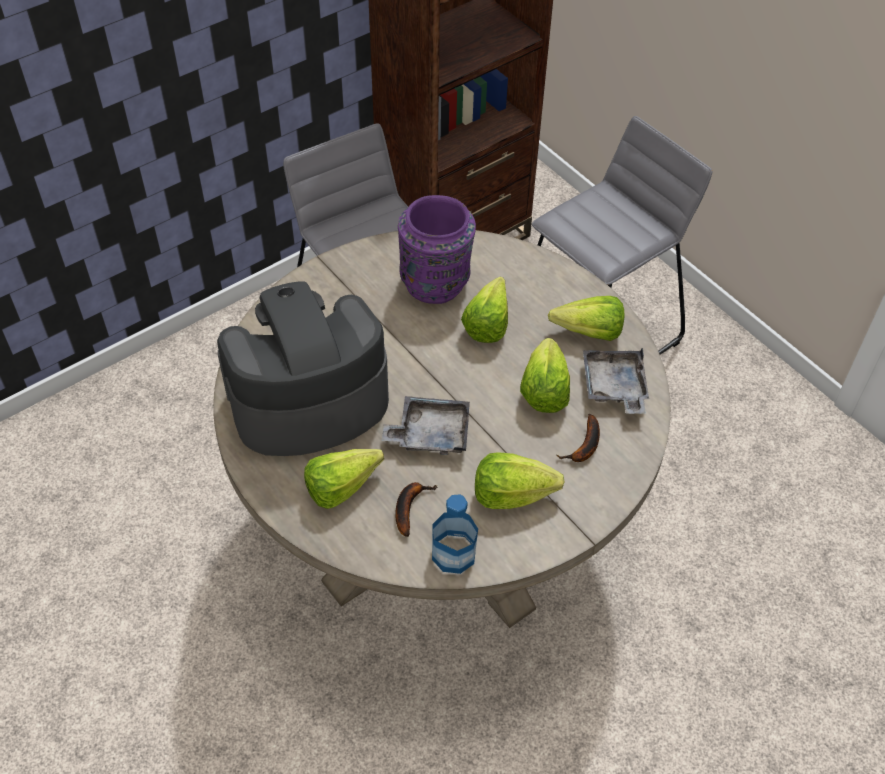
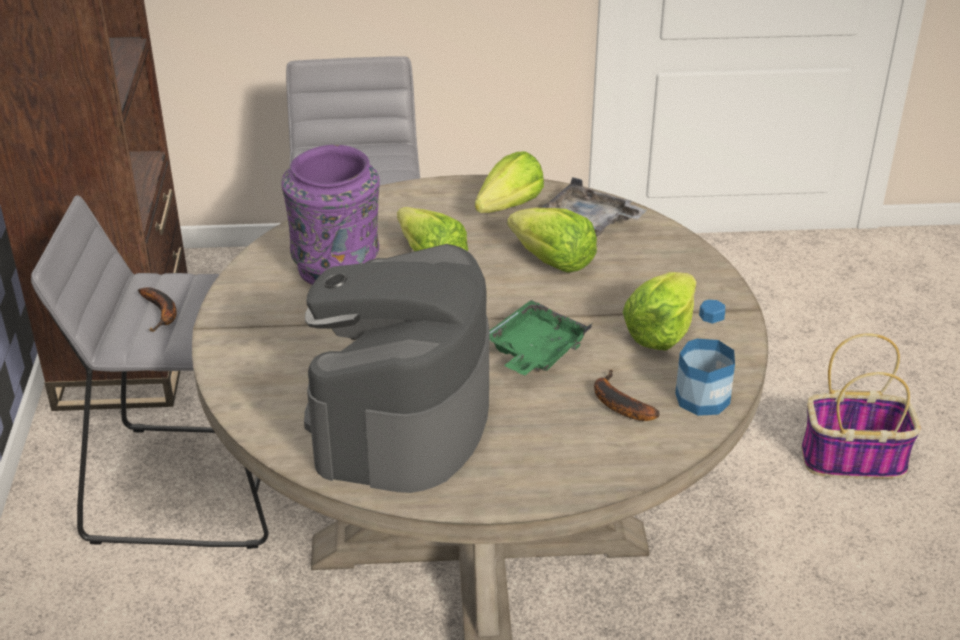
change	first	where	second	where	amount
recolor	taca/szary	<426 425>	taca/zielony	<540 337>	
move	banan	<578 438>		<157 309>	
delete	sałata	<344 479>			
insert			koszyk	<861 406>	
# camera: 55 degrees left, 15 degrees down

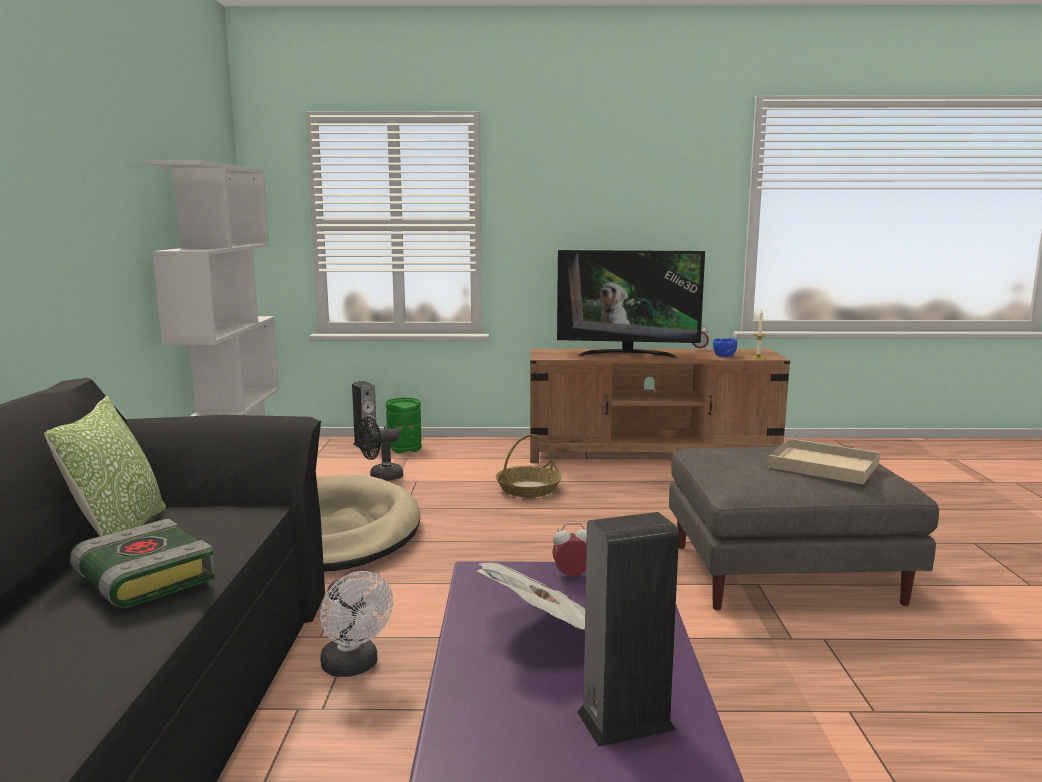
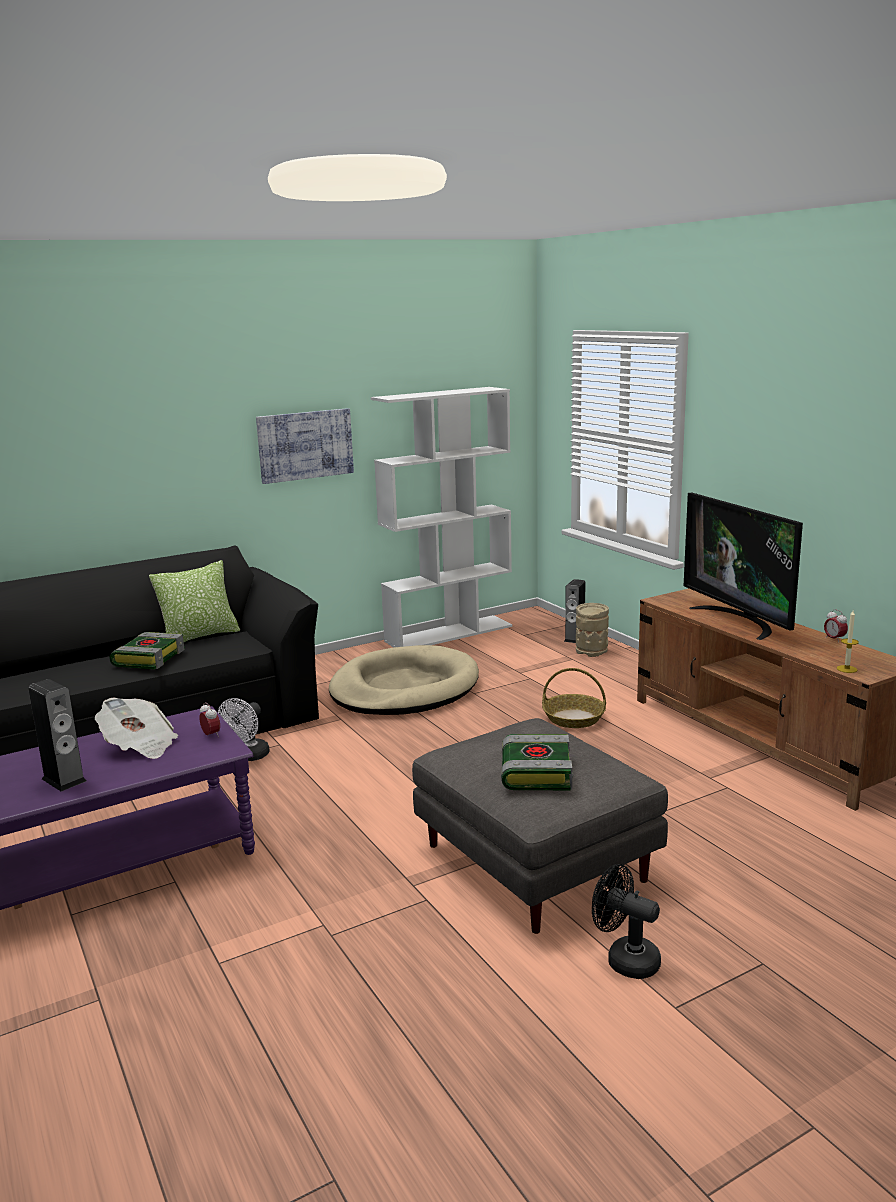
change	first	where	second	where	amount
delete	miska/niebieski	<725 347>			
recolor	wazon/zielony	<404 425>	wazon/beżowy	<592 630>	
move	wentylator/czarny	<380 448>		<626 921>	
replace	taca/beżowy	<824 461>	książka	<537 762>	
insert			obraz	<305 446>	
# camera: 60 degrees right, 5 degrees up

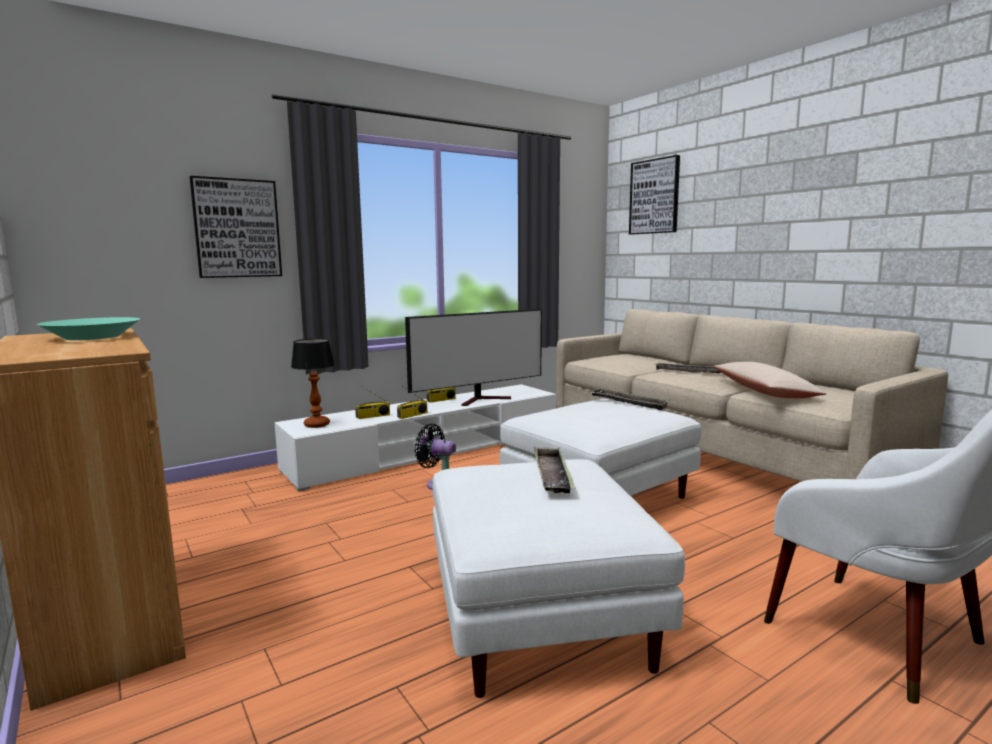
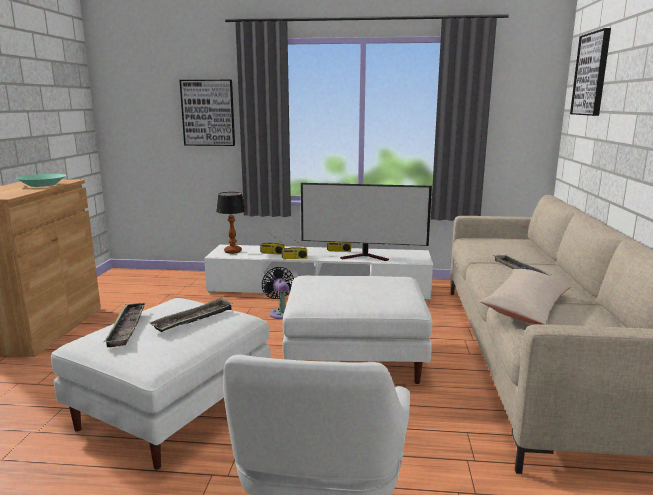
change	first	where	second	where	amount
move	taca	<630 399>		<125 324>	
# camera: 40 degrees right, 5 degrees up

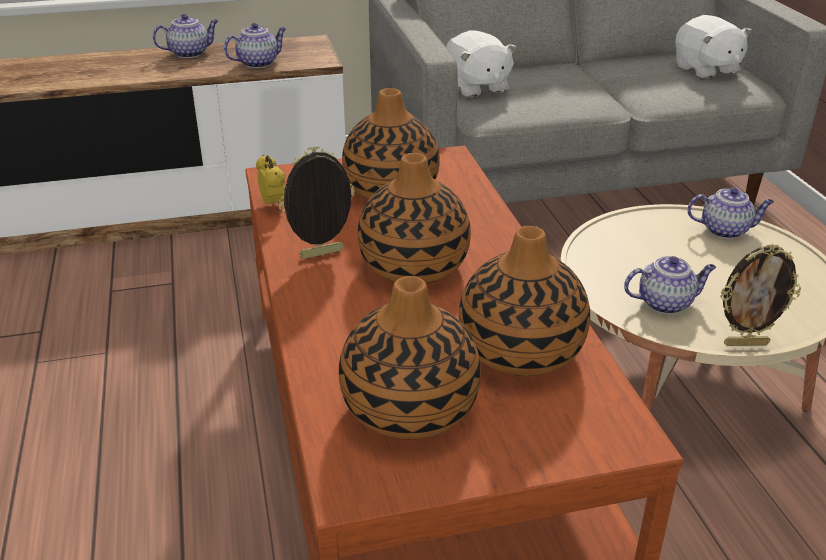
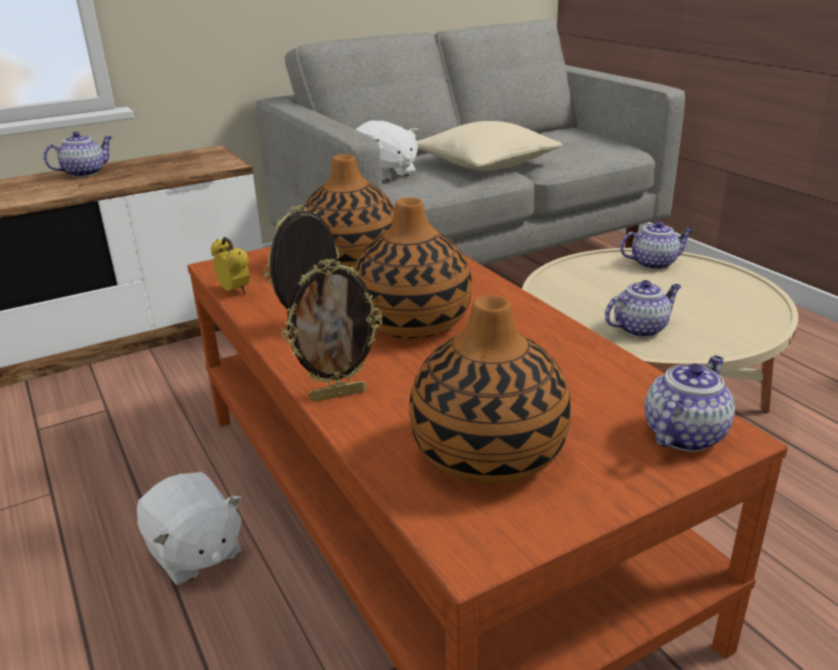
change	first	where	second	where	amount
move	pluszak/biały	<713 47>		<189 528>	
move	imbryk	<255 45>		<690 403>	
delete	wazon	<524 301>			
move	ramka na zdjęcie	<760 295>		<332 330>	
insert			poduszka/beżowy	<489 146>	
# camera: 15 degrees left, 5 degrees down

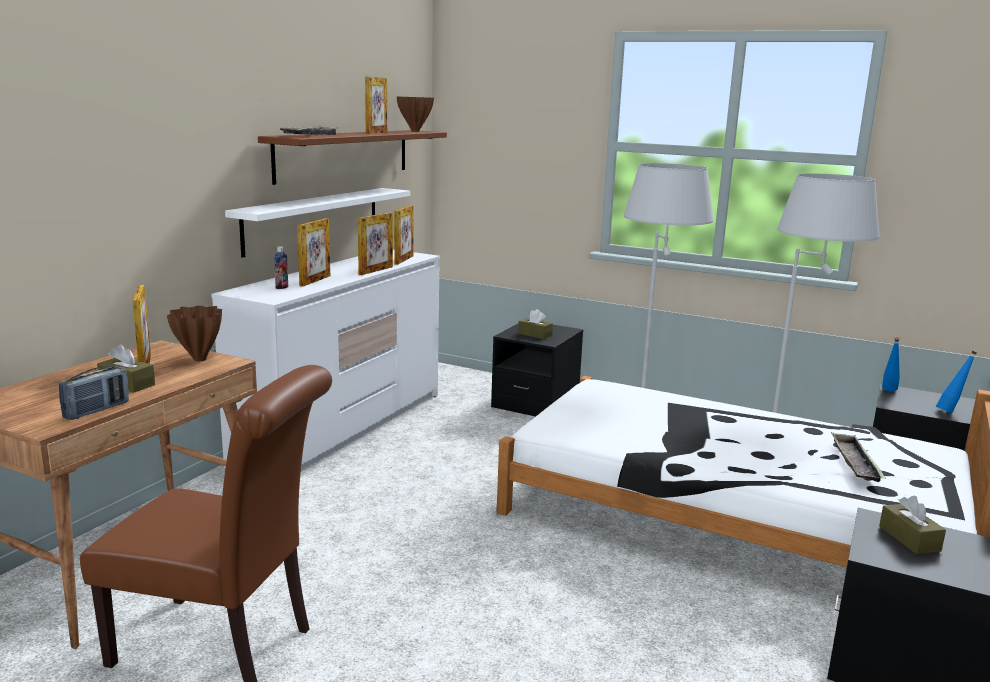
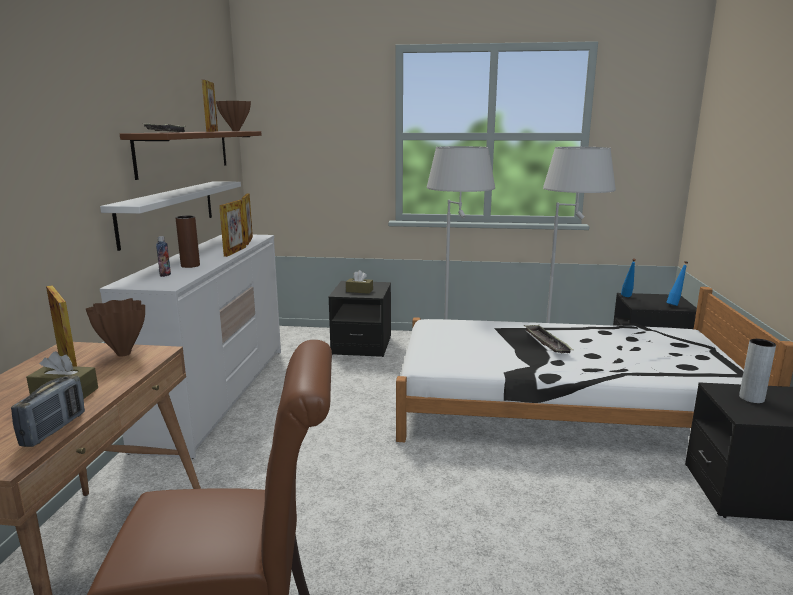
change	first	where	second	where	amount
replace	ramka na zdjęcie	<313 252>	wazon/brązowy	<188 241>	
move	taca	<858 457>		<548 339>	
replace	pudełko chusteczek/brązowy	<912 525>	wazon/szary	<757 371>	
# camera: 20 degrees left, 0 degrees up

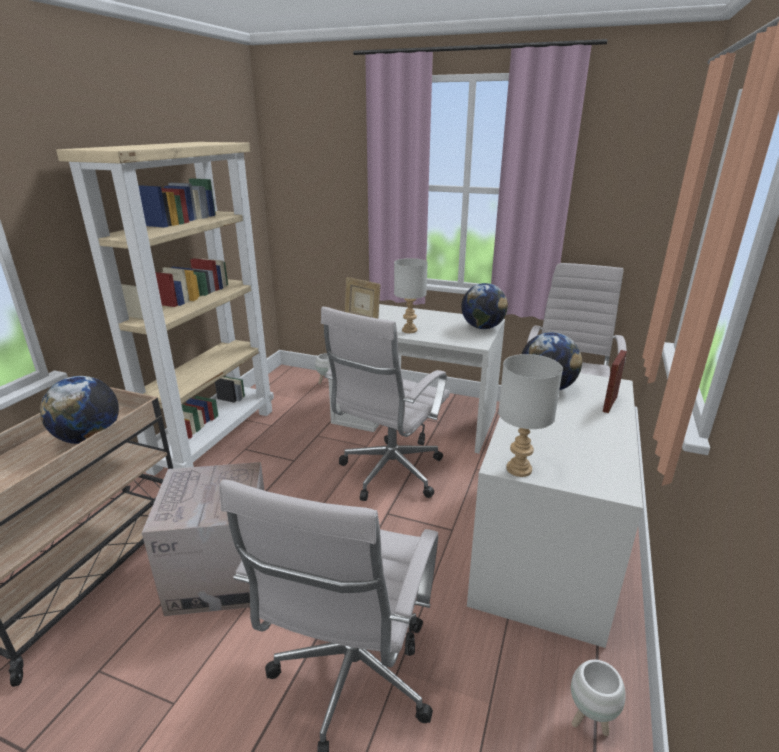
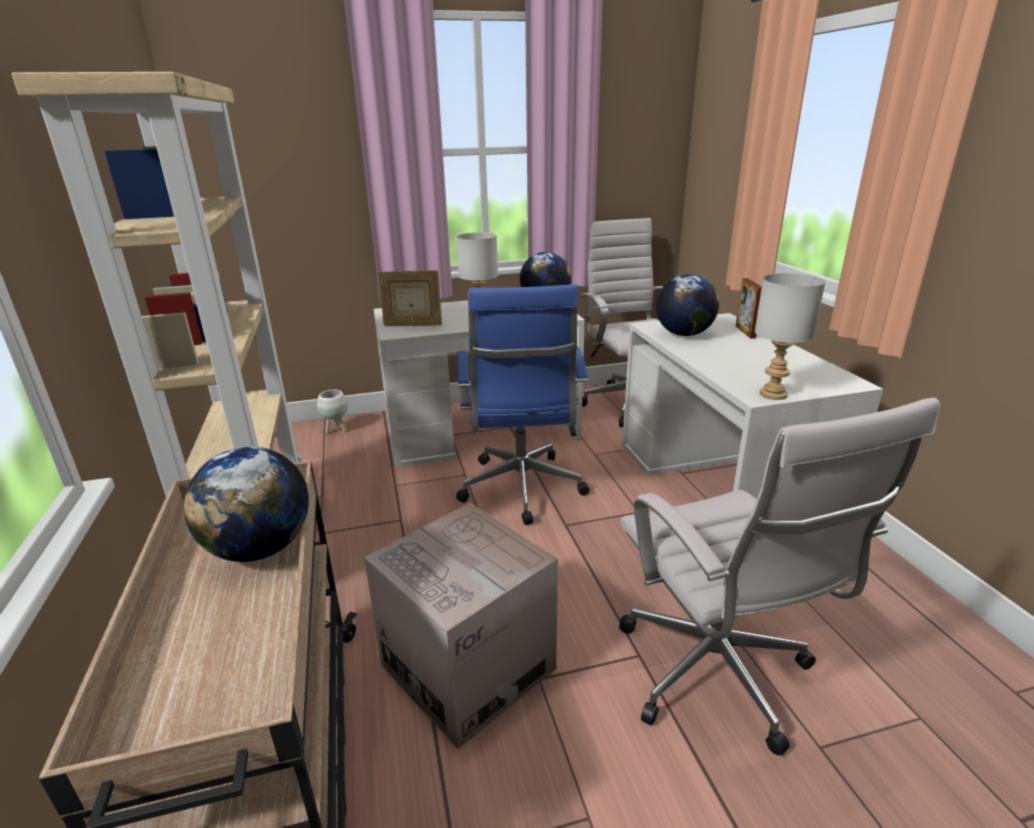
change	first	where	second	where	amount
recolor	krzesło biurowe/biały	<385 403>	krzesło biurowe/niebieski	<523 404>	
delete	donica/biały	<598 697>			
# camera: 35 degrees left, 0 degrees up

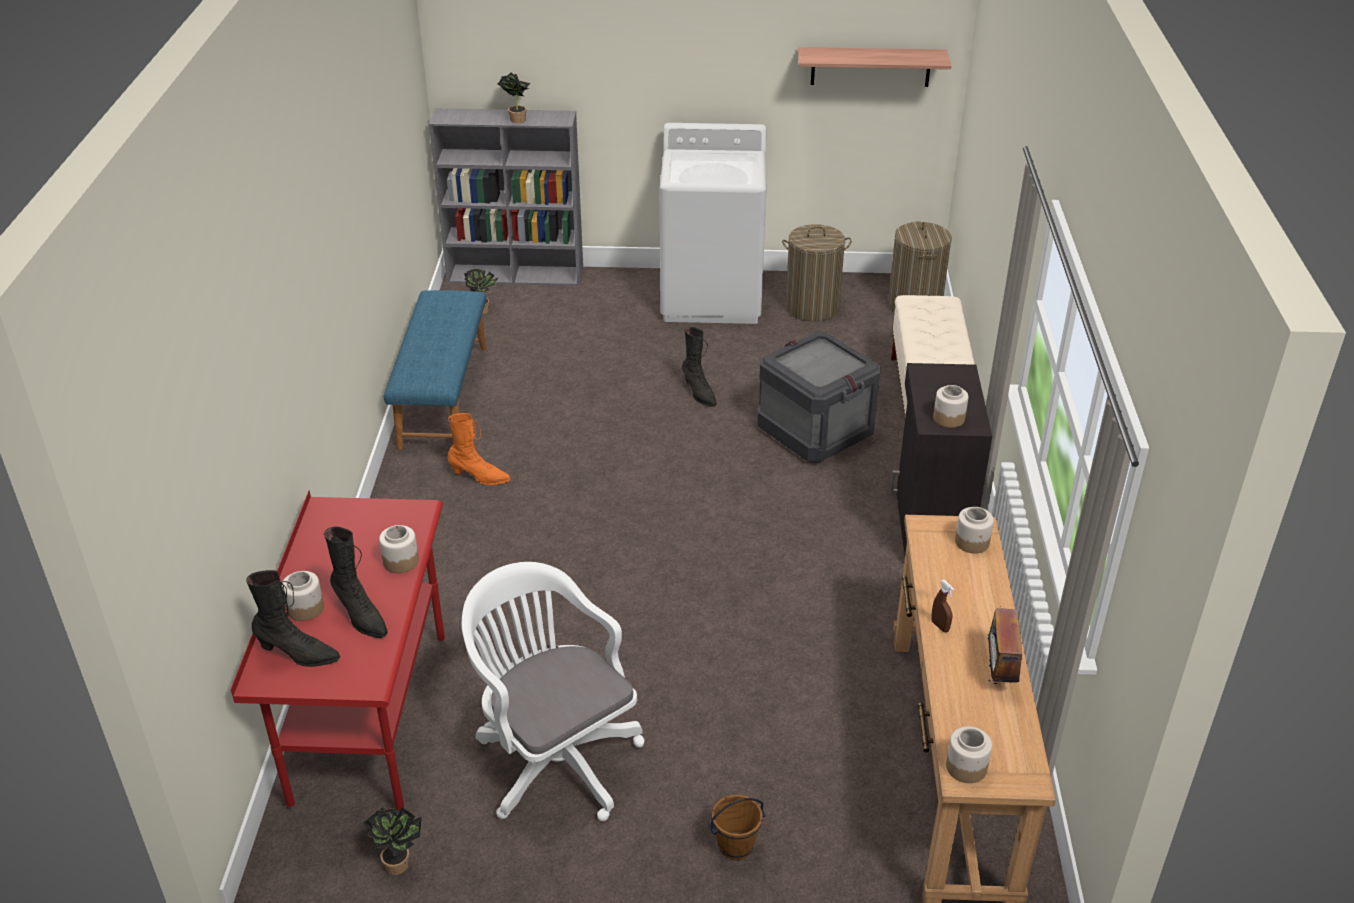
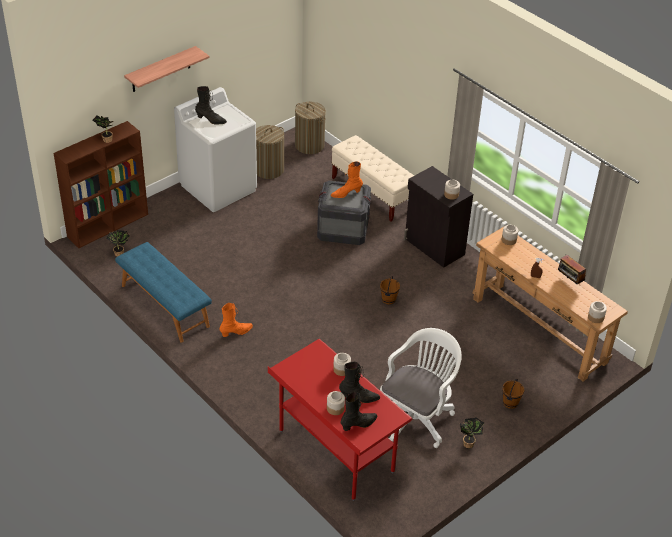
change	first	where	second	where	amount
move	półka	<874 67>		<167 69>	
recolor	regał/szary	<506 197>	regał/brązowy	<101 184>	
move	but z cholewką/czarny	<699 367>		<211 105>	
rotate	krzesło biurowe/biały	<553 691>		<420 388>	120 degrees clockwise
move	roślina doniczkowa	<392 841>		<472 432>	
insert			but z cholewką/pomarańczowy	<347 179>	
insert			wiadro/brązowy	<390 290>	
# camera: 45 degrees left, 5 degrees up

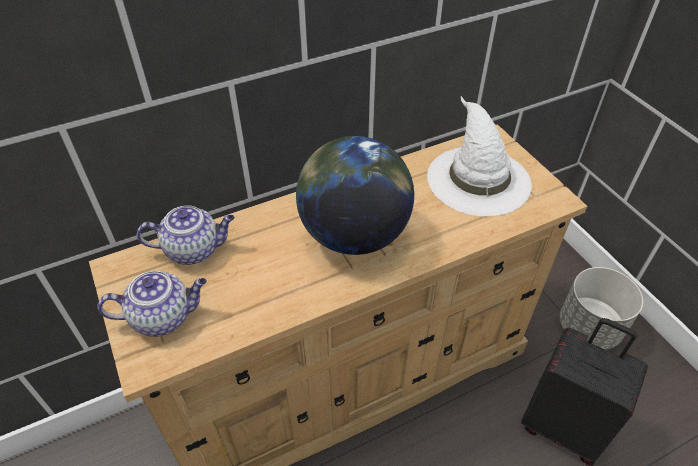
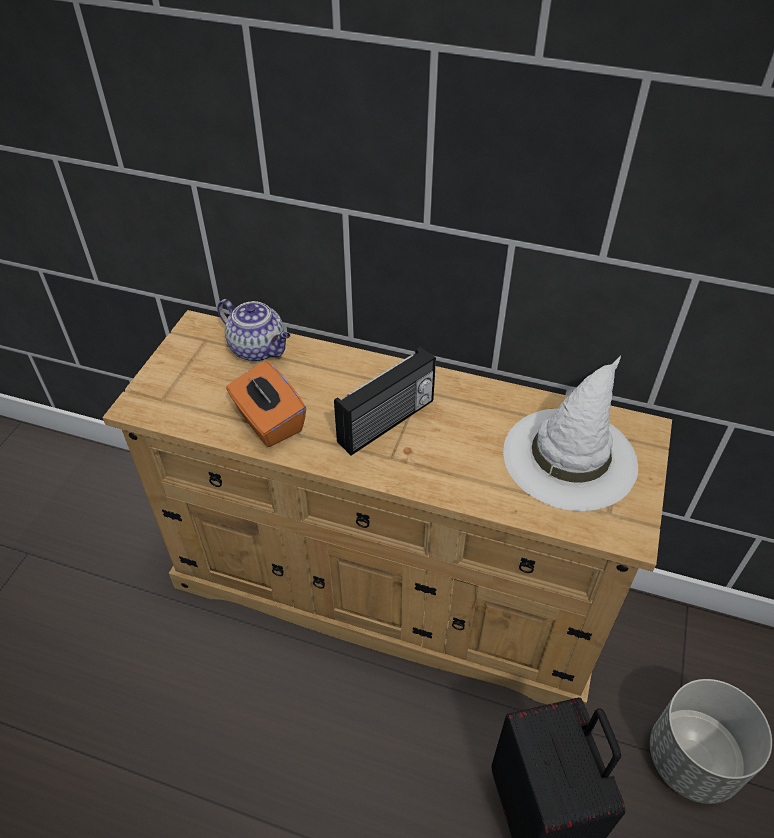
change	first	where	second	where	amount
replace	globus	<355 195>	radio	<385 401>	
delete	imbryk	<152 304>			
insert			pudełko chusteczek/pomarańczowy	<266 404>	
# camera: 45 degrees right, 0 degrees up

